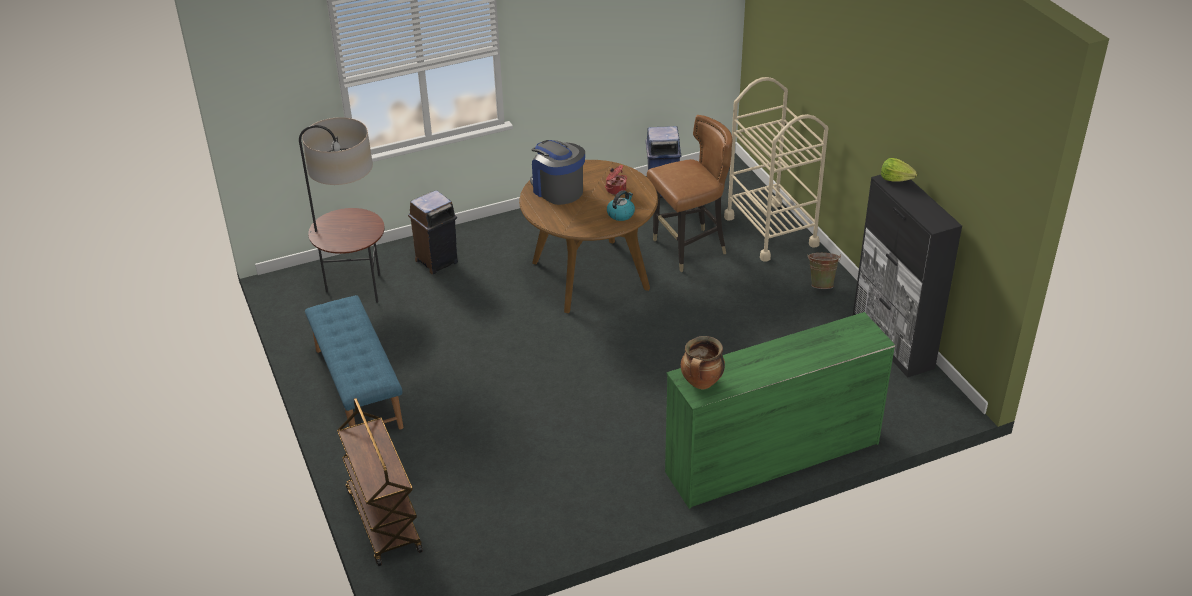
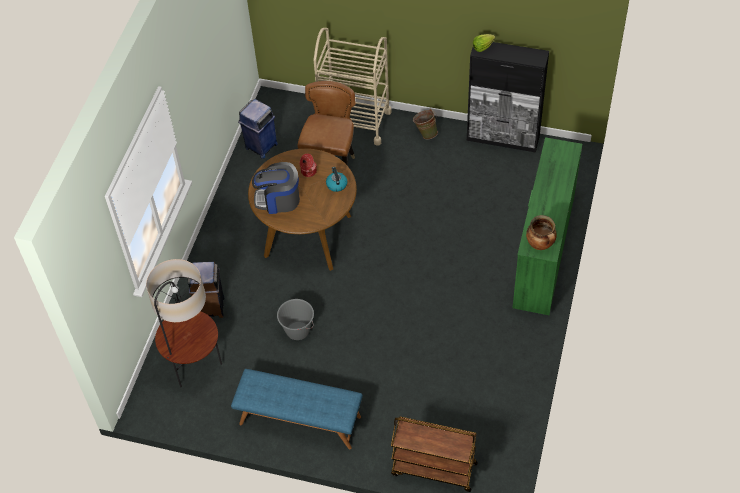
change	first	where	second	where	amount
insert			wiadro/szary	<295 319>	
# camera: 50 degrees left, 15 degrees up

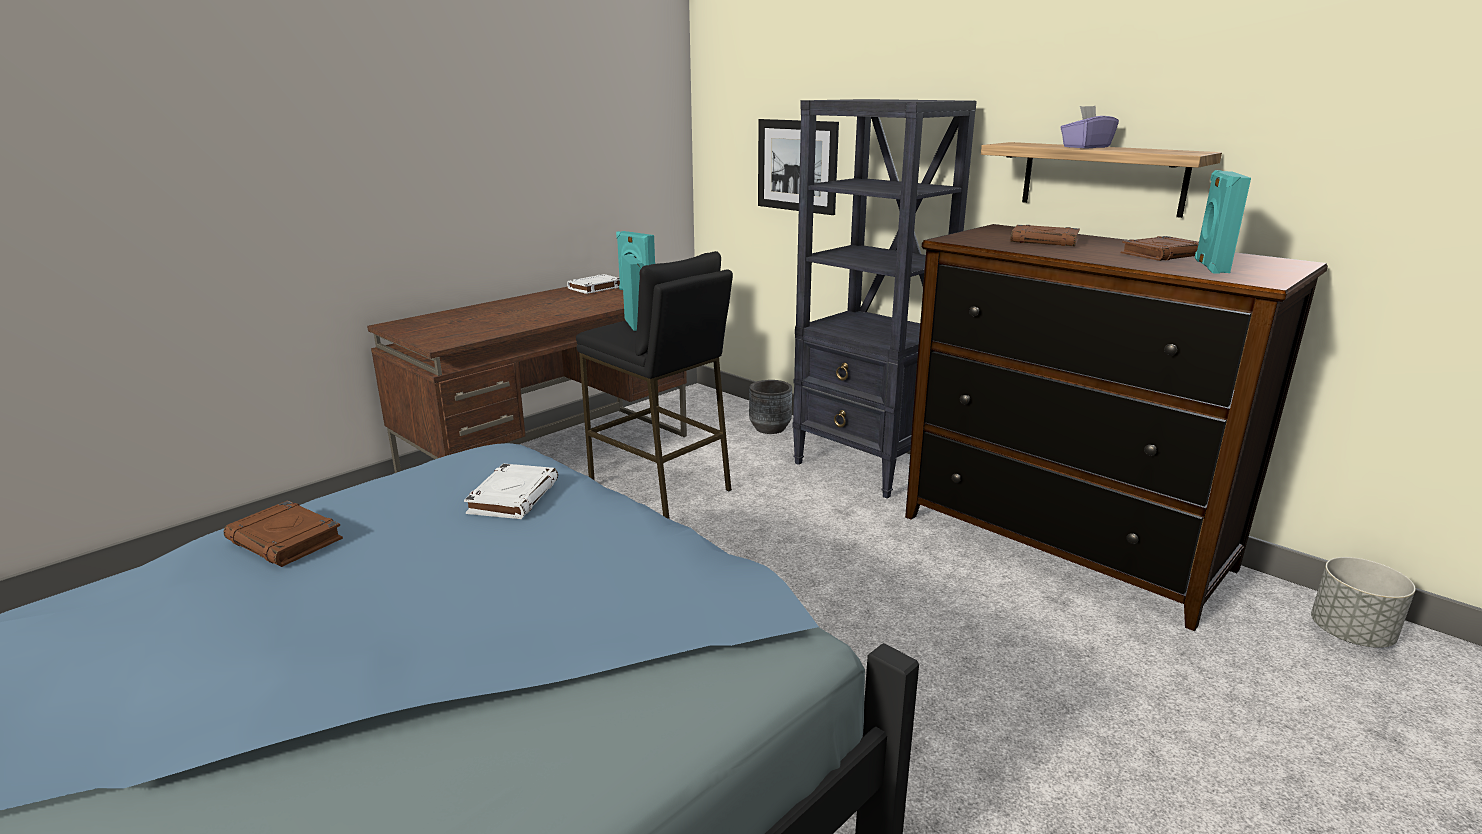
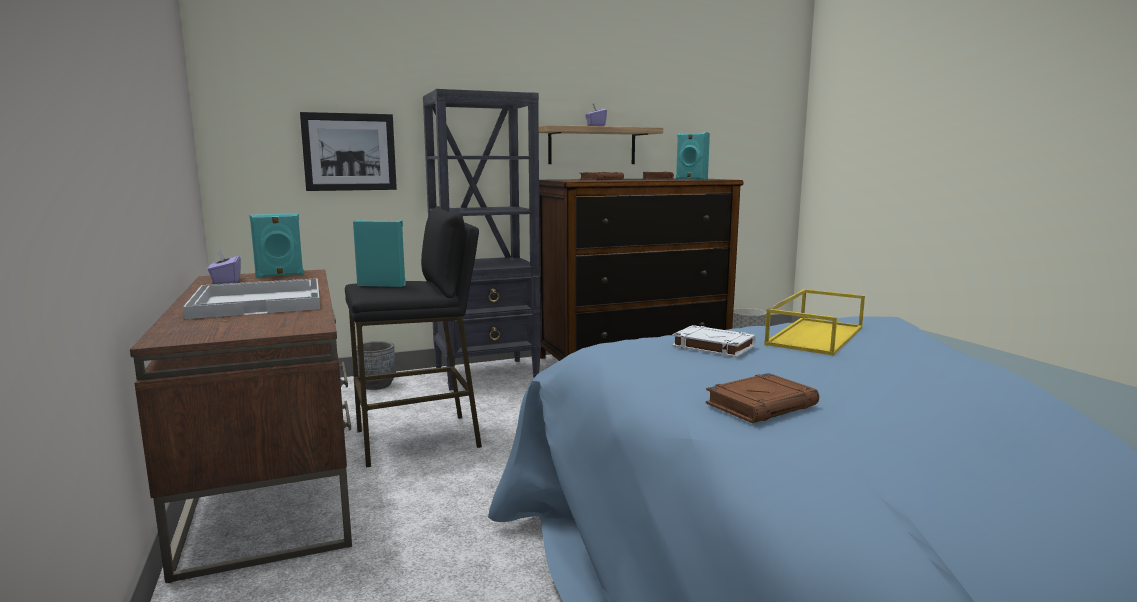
change	first	where	second	where	amount
replace	książka/biały	<593 284>	pudełko chusteczek/fioletowy	<224 266>	
insert			taca/biały	<251 298>	
insert			taca/żółty	<814 322>	
# camera: 65 degrees left, 10 degrees down

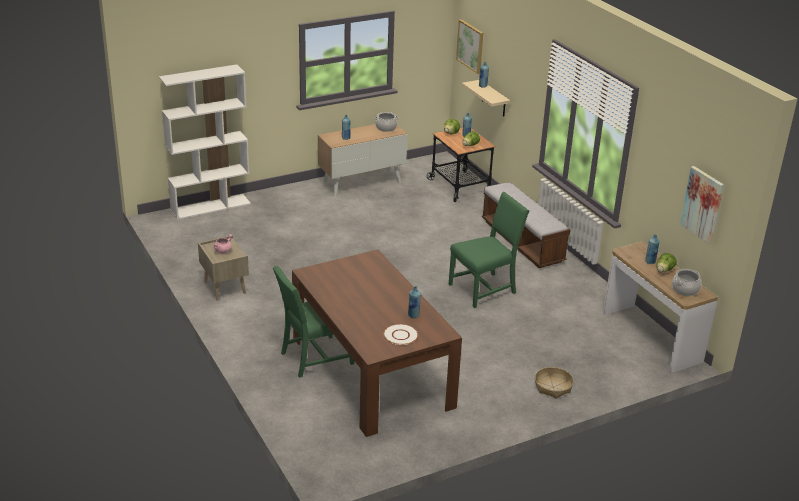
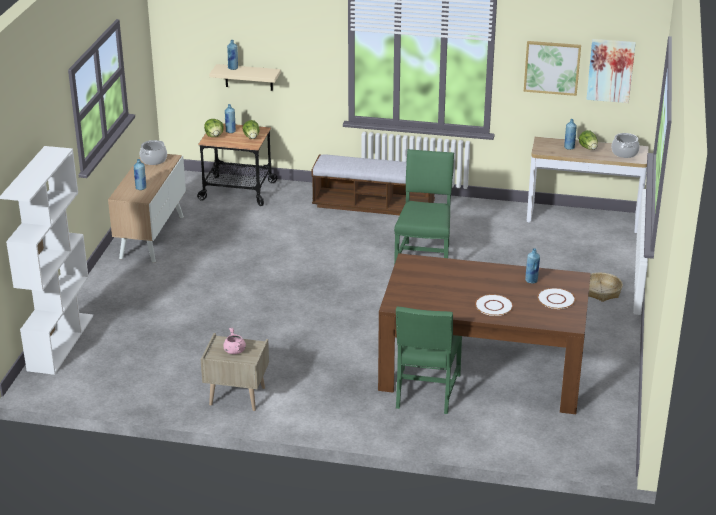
change	first	where	second	where	amount
move	obraz	<469 46>		<552 68>	
insert			talerz/biały	<494 305>	
# camera: 50 degrees left, 0 degrees up

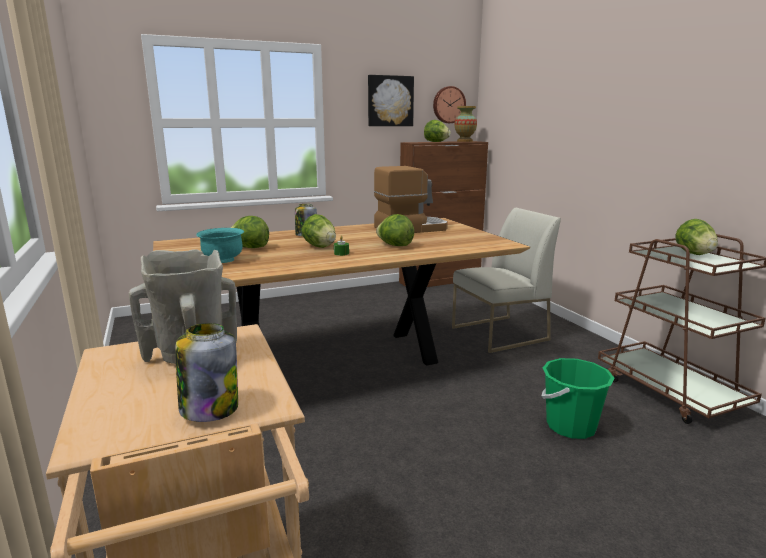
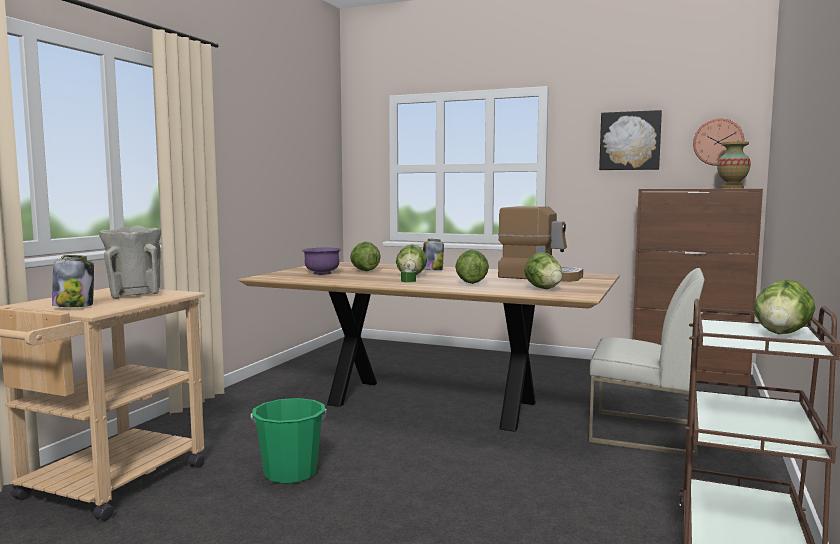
change	first	where	second	where	amount
move	sałata	<437 131>		<543 270>	
recolor	miska/turkusowy	<220 245>	miska/fioletowy	<321 261>	
move	wiadro/zielony	<578 398>		<289 441>	
# camera: 45 degrees right, 10 degrees down

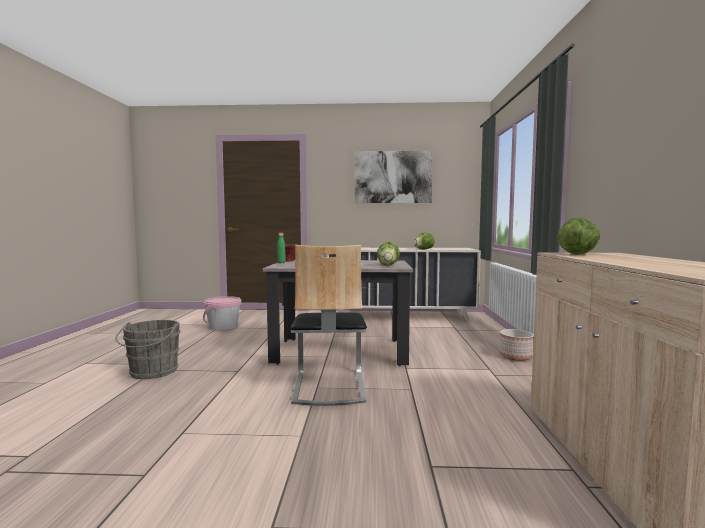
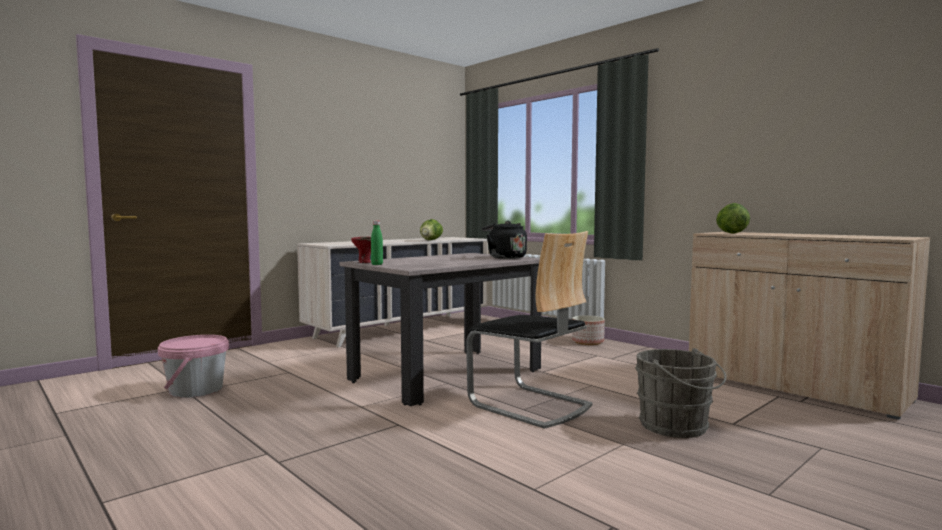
change	first	where	second	where	amount
delete	obraz	<394 177>			
replace	sałata	<388 254>	czajnik/czarny	<504 240>	
move	wiadro/szary	<148 349>		<680 393>	
# camera: 45 degrees left, 0 degrees up

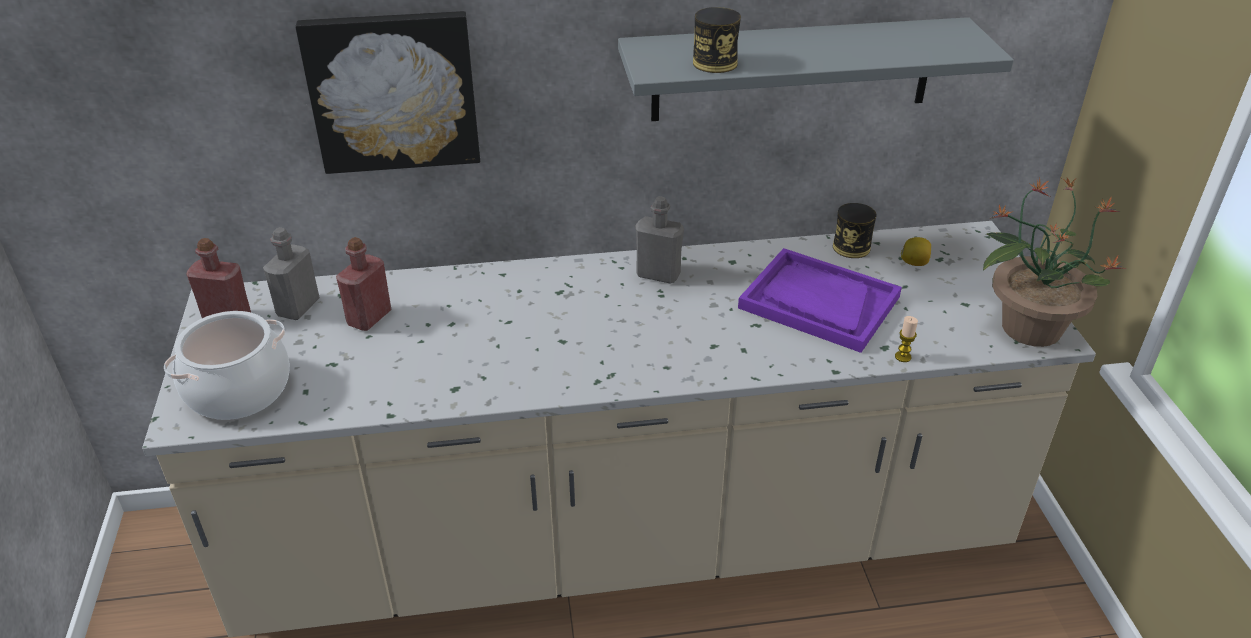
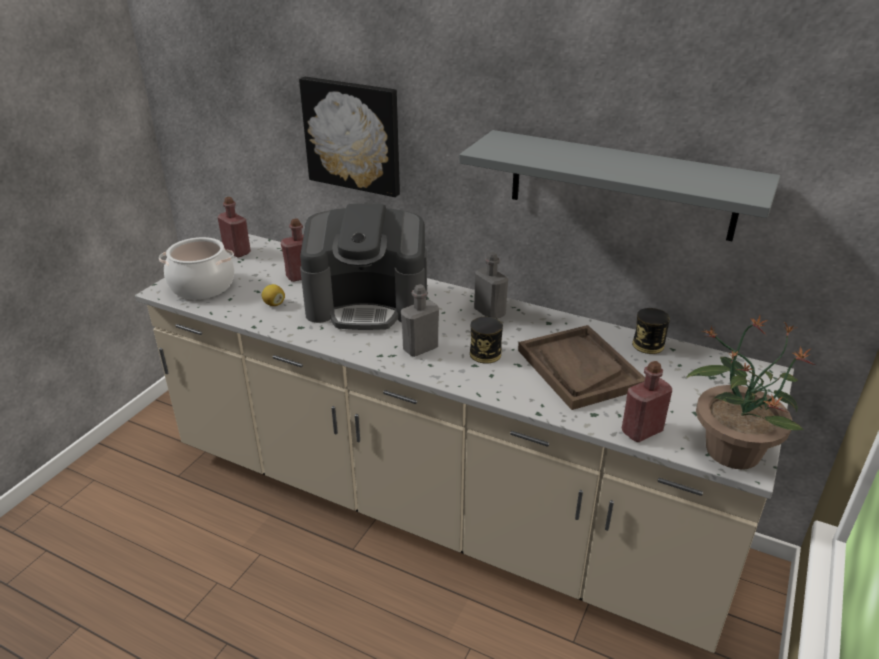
change	first	where	second	where	amount
move	puszka	<717 40>		<486 340>	
move	butelka/szary	<291 273>		<420 320>	
move	cytryna	<916 251>		<273 295>	
recolor	taca/fioletowy	<820 300>	taca/brązowy	<581 367>	
delete	świeca	<906 339>			
insert			ekspres do kawy	<363 267>	
insert			butelka/czerwony	<647 401>	
# camera: 35 degrees right, 5 degrees down

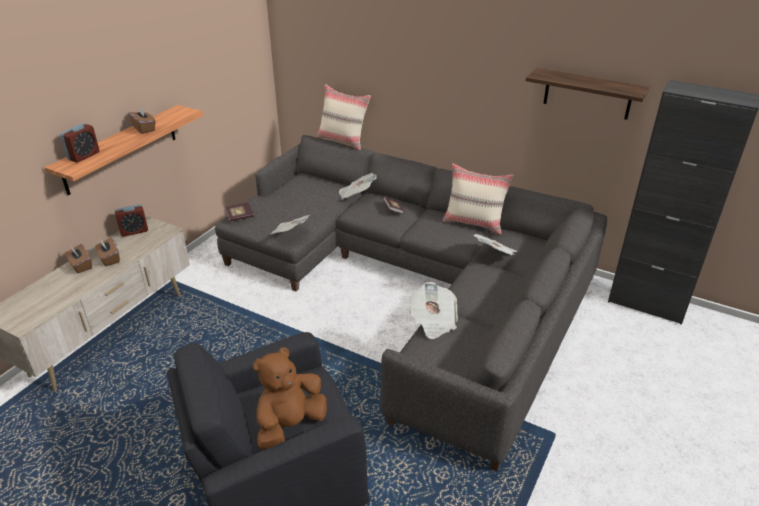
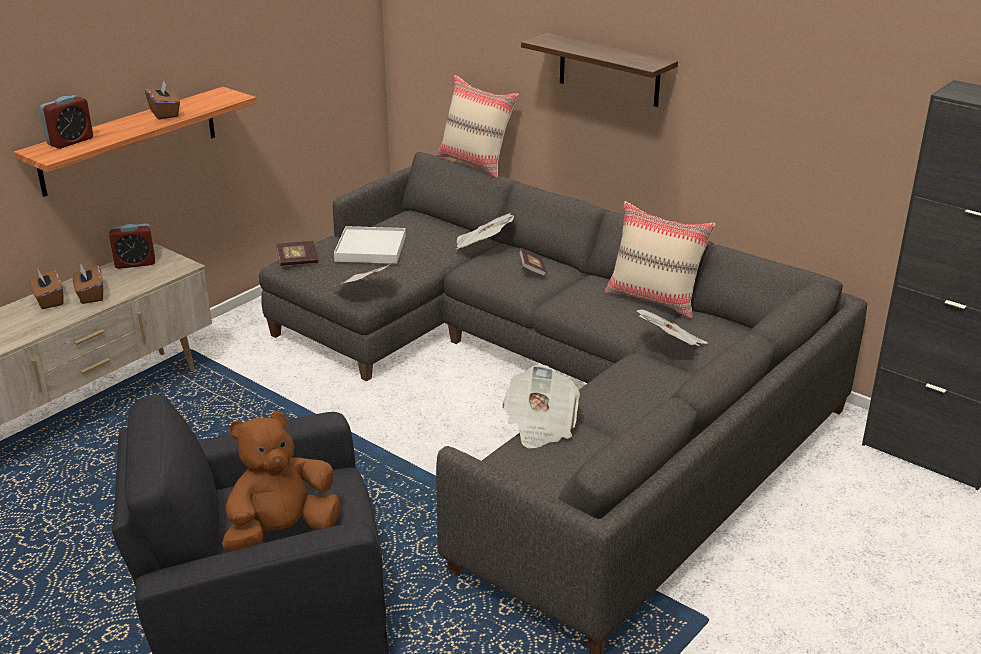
change	first	where	second	where	amount
move	półka	<588 94>		<599 70>	
insert			taca/biały	<370 245>	
# camera: 10 degrees right, 5 degrees down

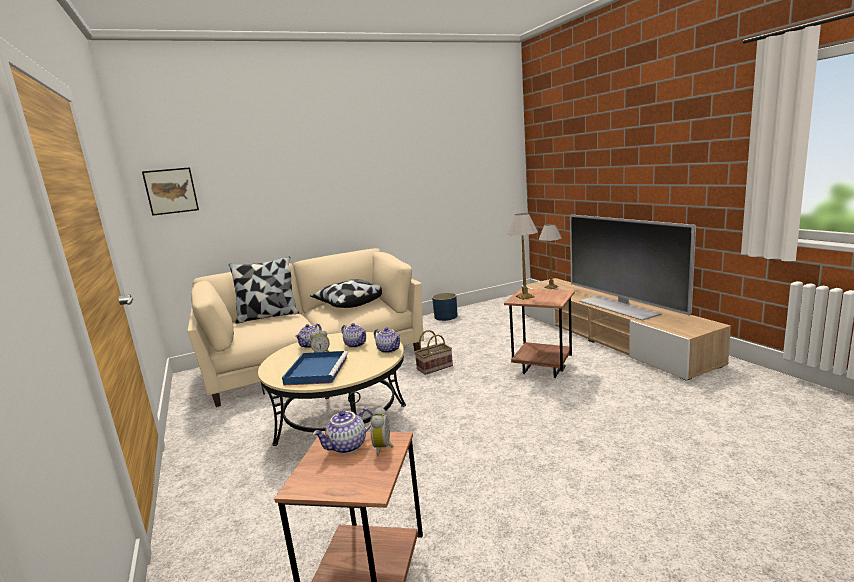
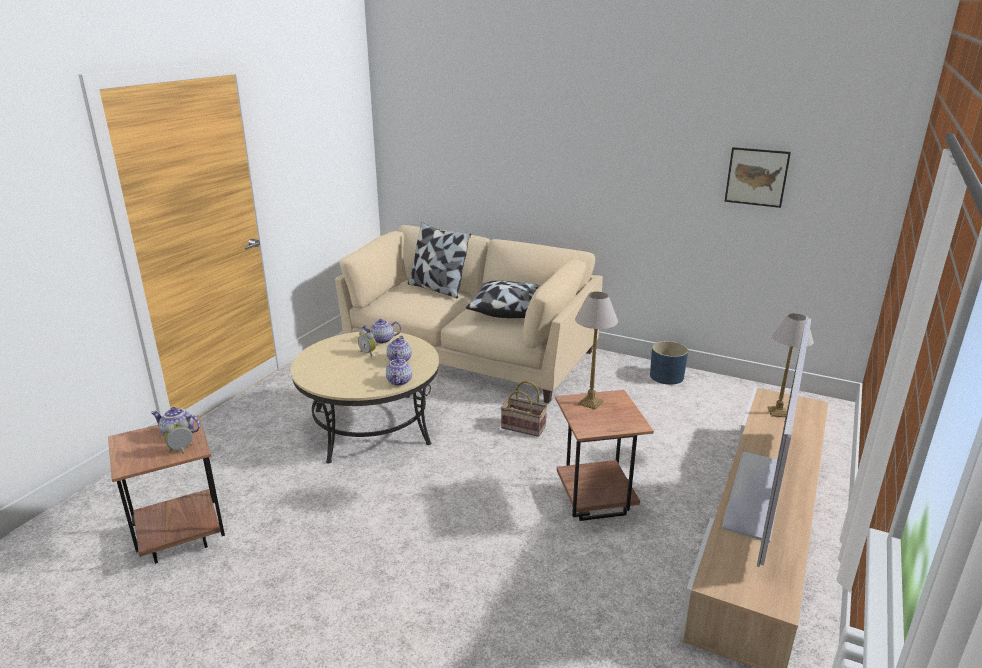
change	first	where	second	where	amount
move	obraz	<170 191>		<757 177>	
delete	taca/niebieski	<315 368>			
# camera: 50 degrees right, 10 degrees up

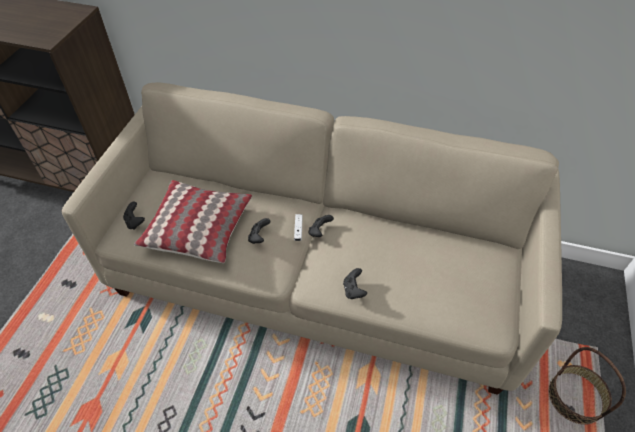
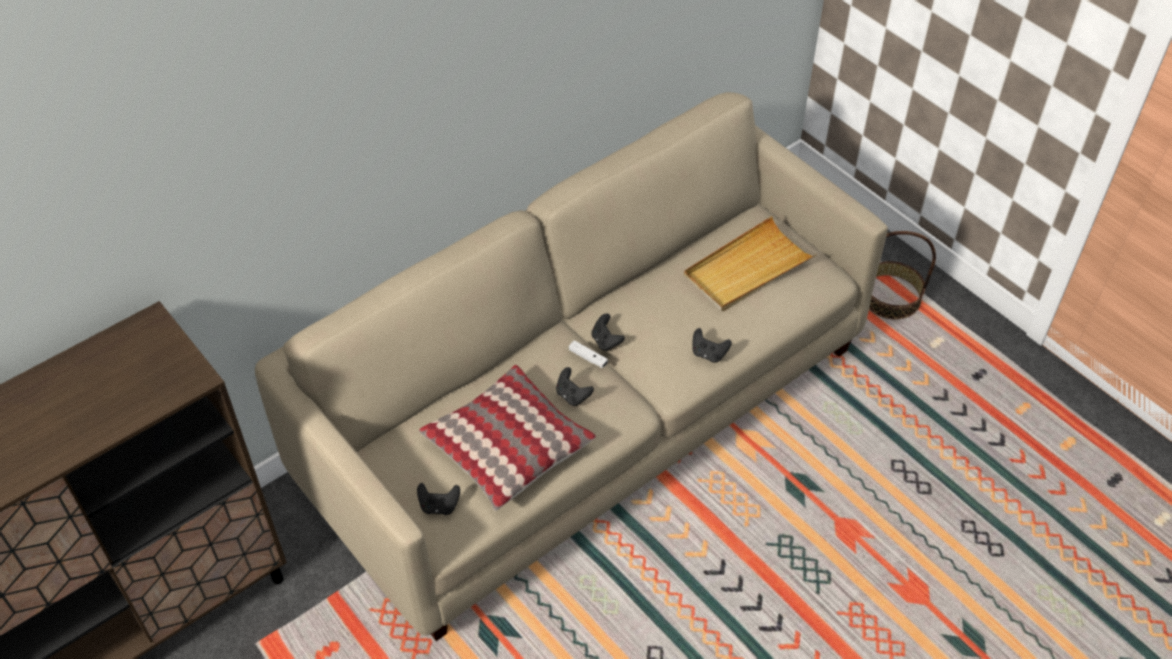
change	first	where	second	where	amount
insert			taca/beżowy	<750 264>	
# camera: 55 degrees left, 0 degrees up

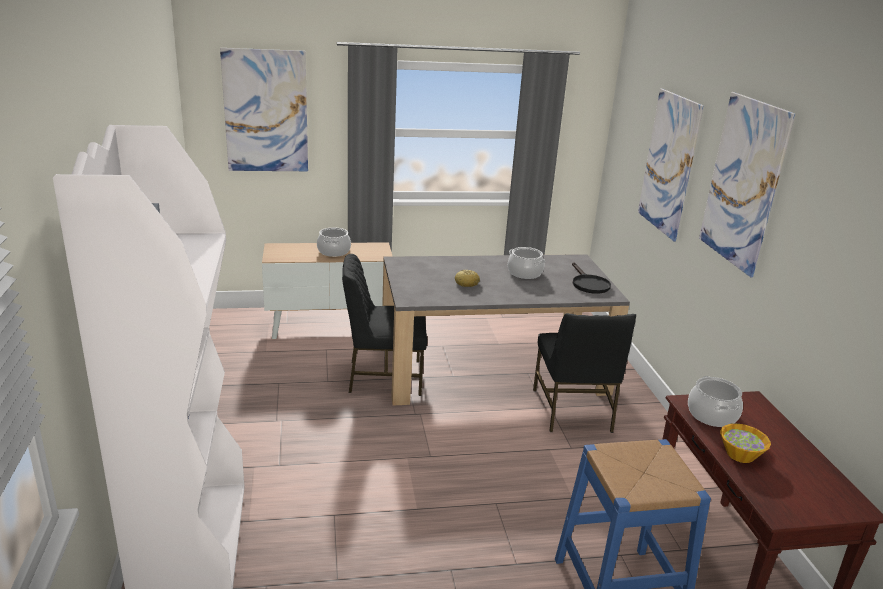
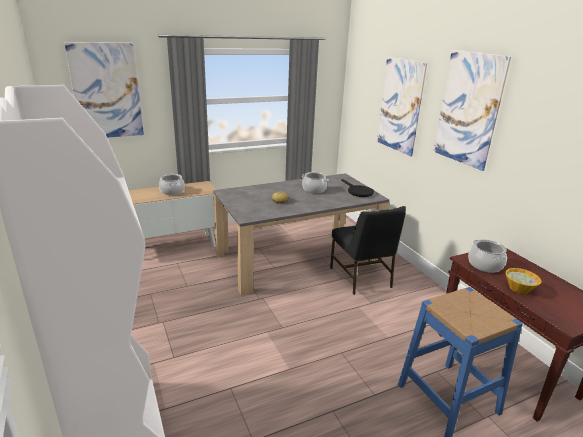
change	first	where	second	where	amount
delete	krzesło/czarny	<384 325>			
# camera: 15 degrees left, 0 degrees up

